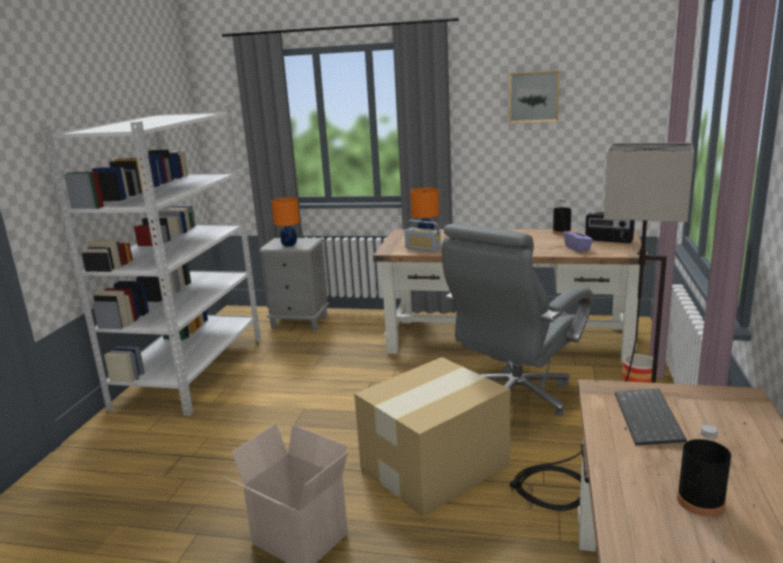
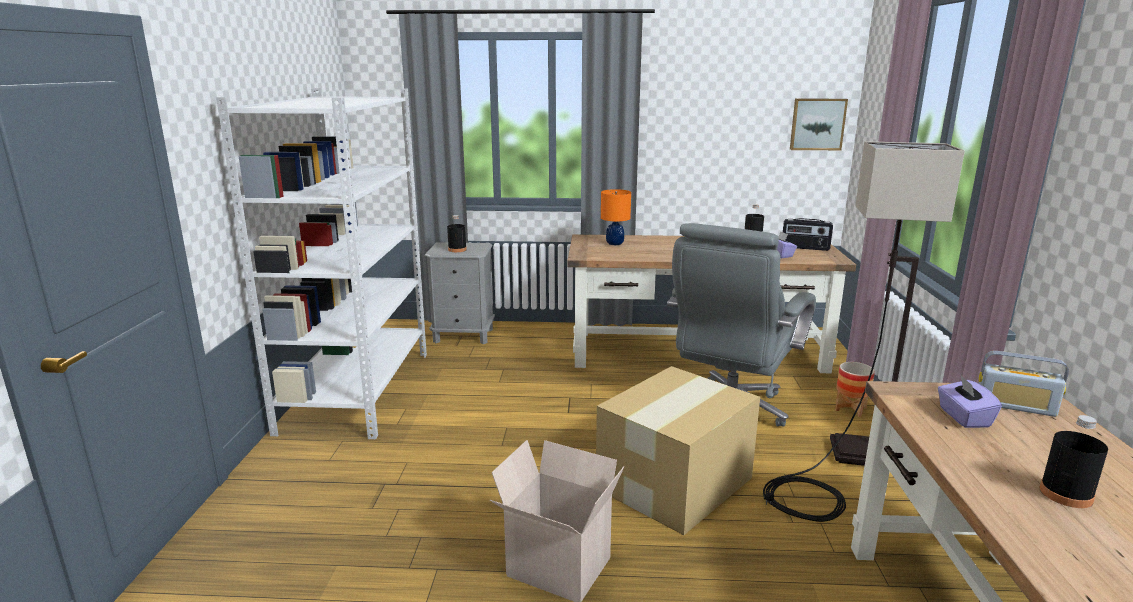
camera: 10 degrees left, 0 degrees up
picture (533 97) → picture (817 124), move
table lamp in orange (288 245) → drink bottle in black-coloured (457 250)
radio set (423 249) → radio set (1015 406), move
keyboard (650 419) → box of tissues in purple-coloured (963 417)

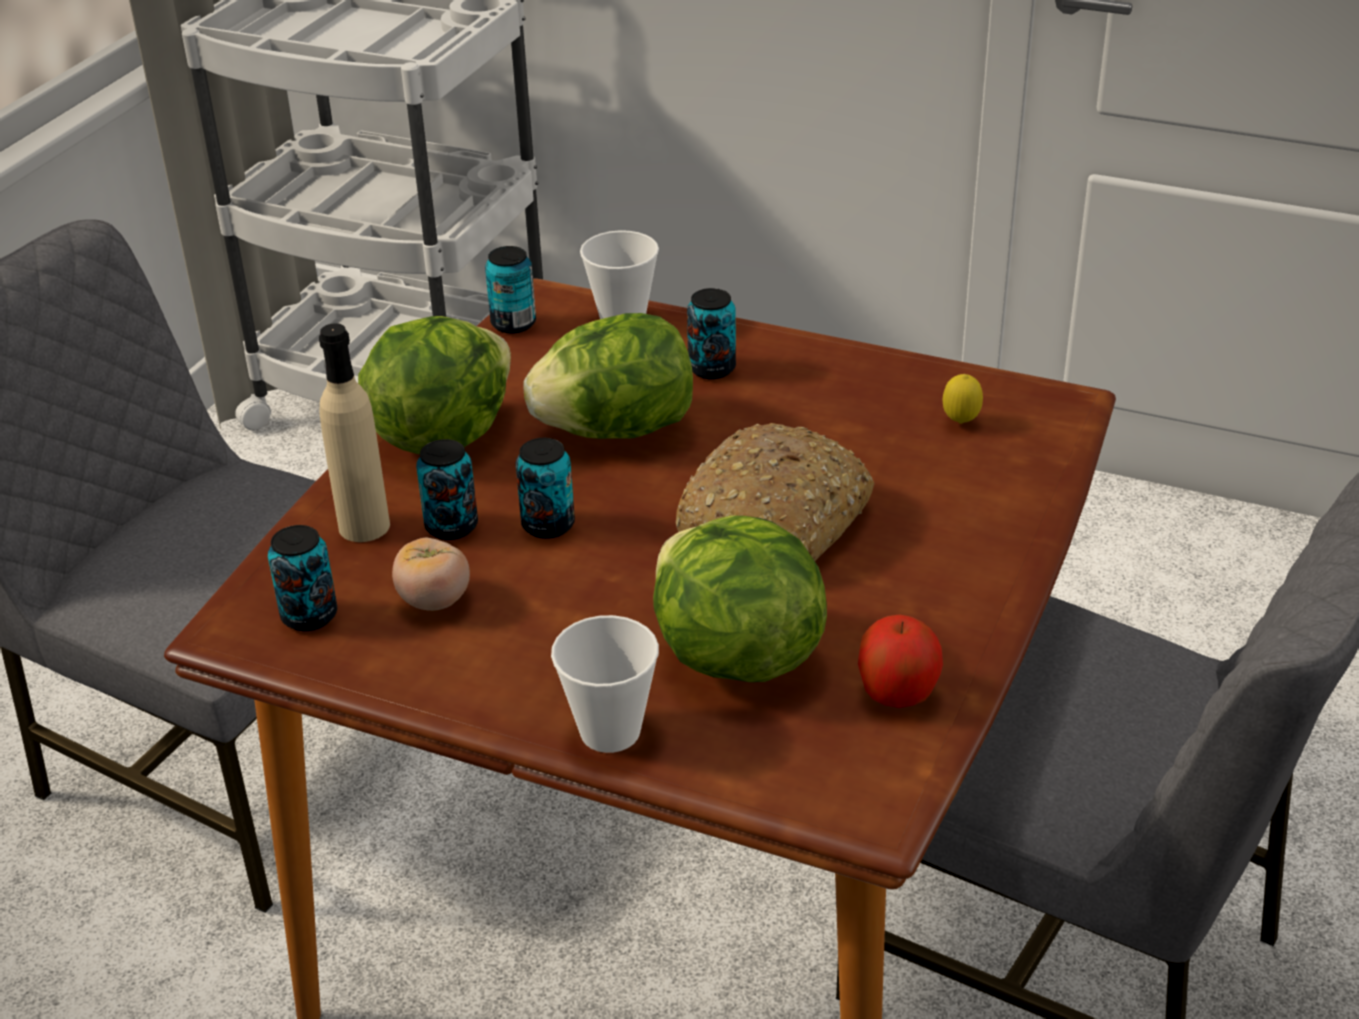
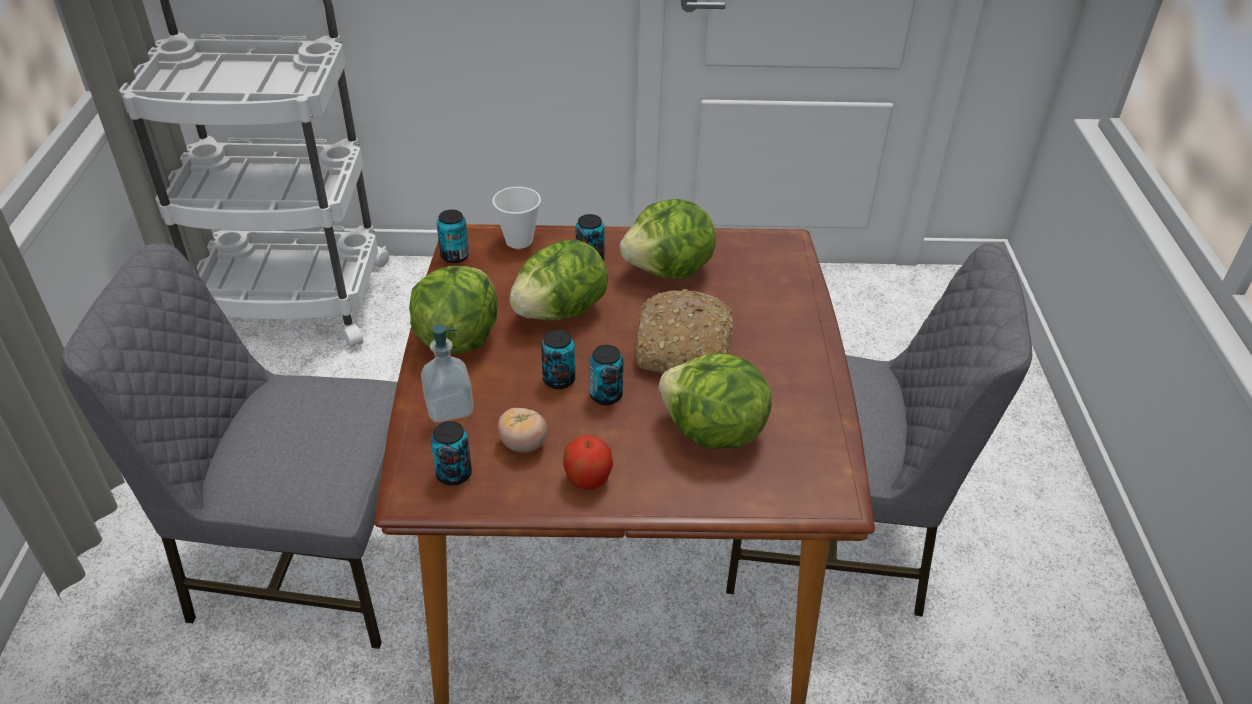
camera: 25 degrees left, 5 degrees up
drink bottle in beige-coloured (364 526) → soap bottle (449 408)
lemon (960 422) → -
sealed can (451 526) → sealed can (606 395), move
apple fruit (897 694) → apple fruit (588 479), move
drinking cup (610 731) → -
- → head of lettuce (669 271)

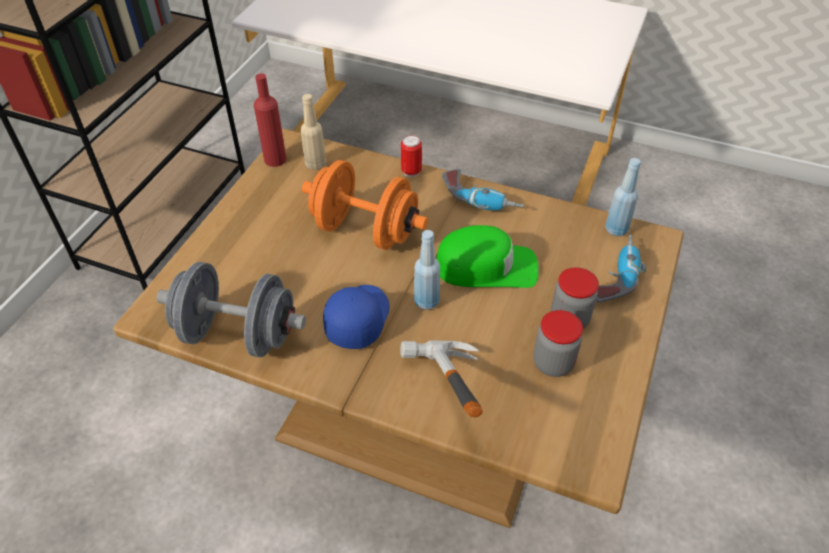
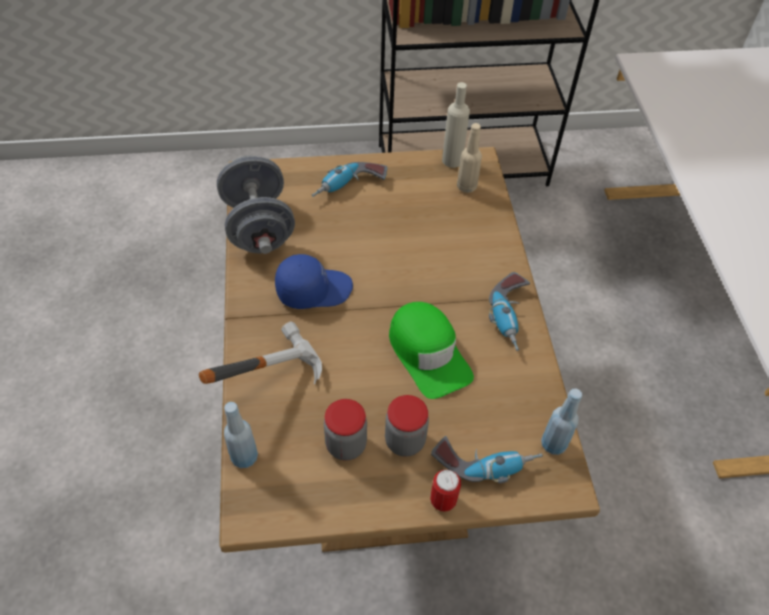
camera: 60 degrees right, 5 degrees up
drink bottle in red-coloured (275 159) → drink bottle in beige-coloured (452 160)
sealed can (411 171) → sealed can (443 500), move
dumbbell in orange (365 230) → -
drink bottle in blue-coloured (426 301) → drink bottle in blue-coloured (244 457), move
- → drill (349 188)

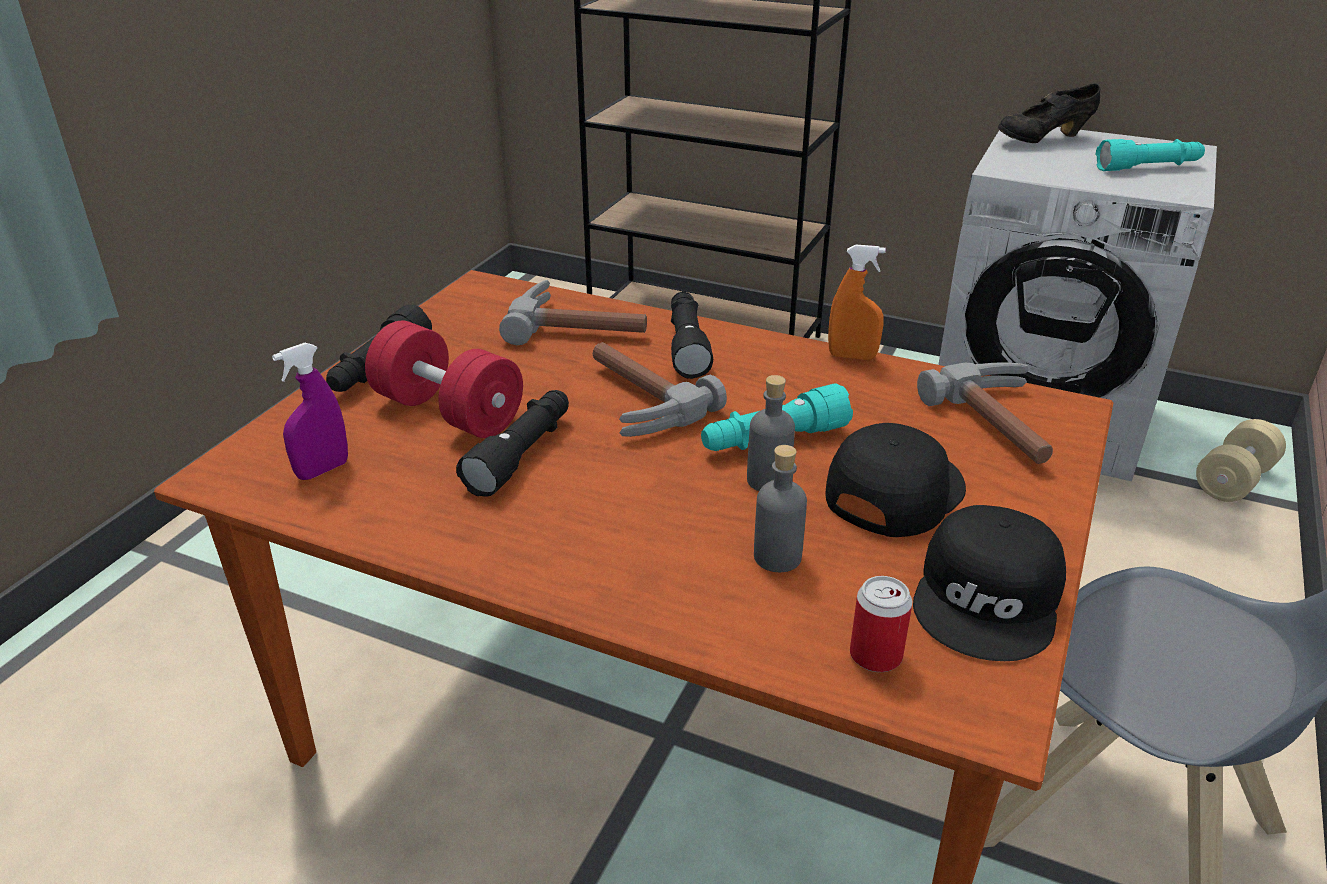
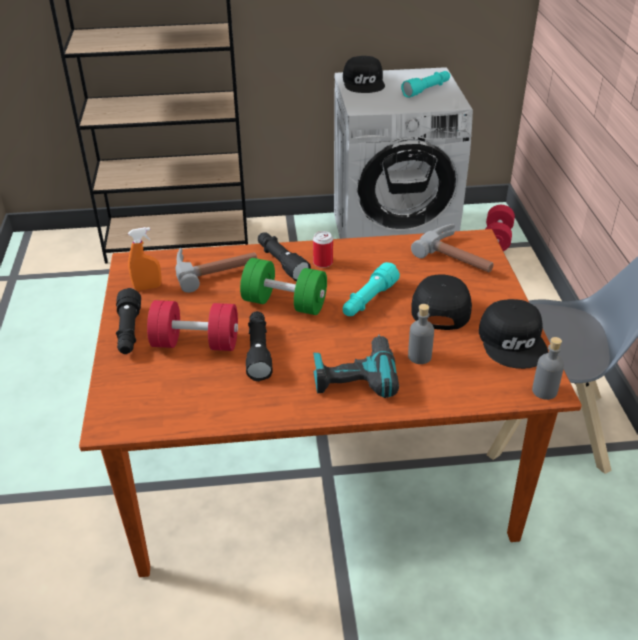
camera: 30 degrees left, 5 degrees up
low shoe in black-coloured (1043 140) → cap in black-coloured (364 82)
hand sprayer in orange (852 356) → hand sprayer in orange (147 287), move
hand sprayer in purple-coloured (322 470) → -
tool hammer (633 401) → dumbbell in green (284 303)
drink bottle in grey (768 480) → drink bottle in grey (544 391), move
dumbbell in beige-coloured (1233 480) → dumbbell in red-coloured (497 239)
sealed can (875 655) → sealed can (323 262), move
- → drill (354 375)

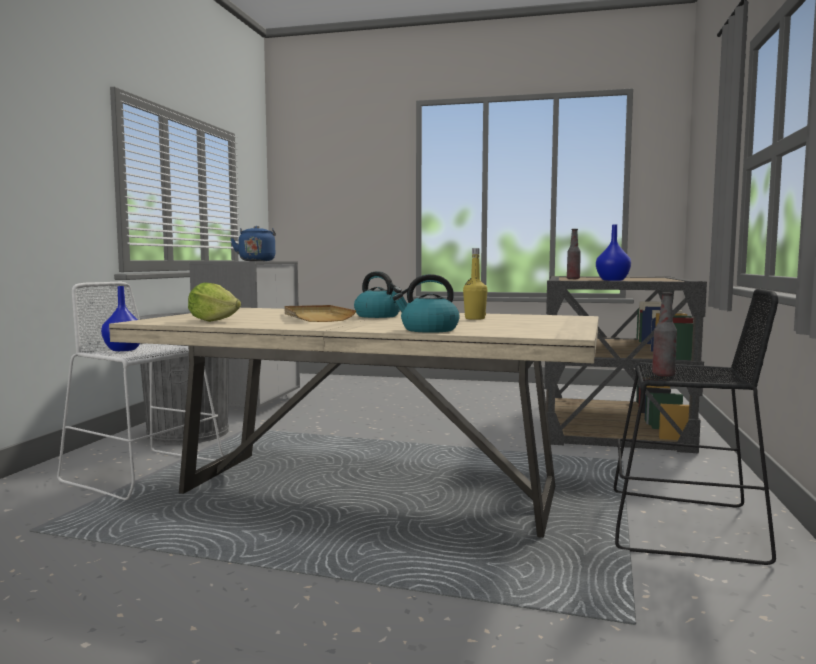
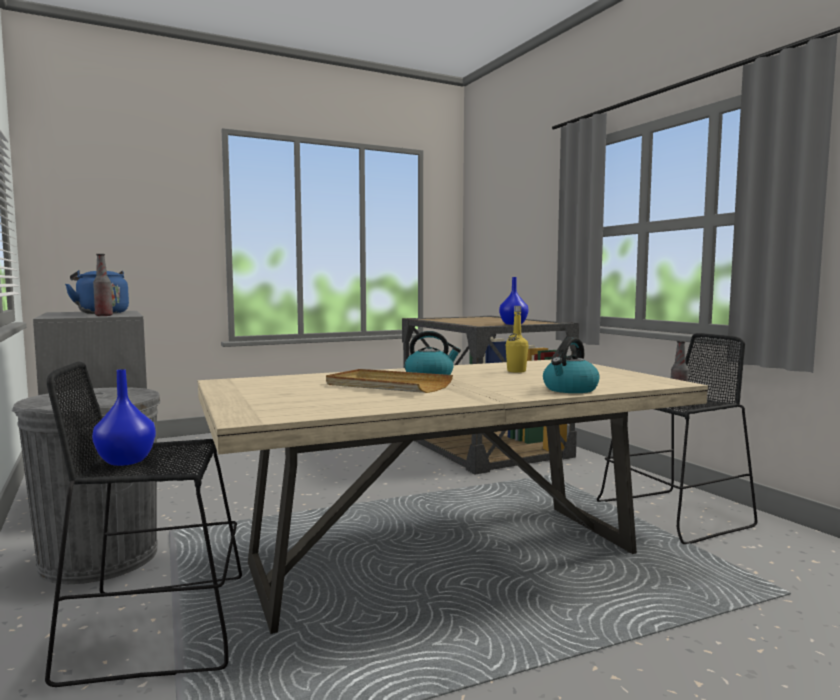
camera: 40 degrees left, 0 degrees up
drink bottle (573 279) → drink bottle (104 315), move
stool seat in white (146 473) → stool seat in black-coloured (161 626)
head of lettuce (213 320) → -

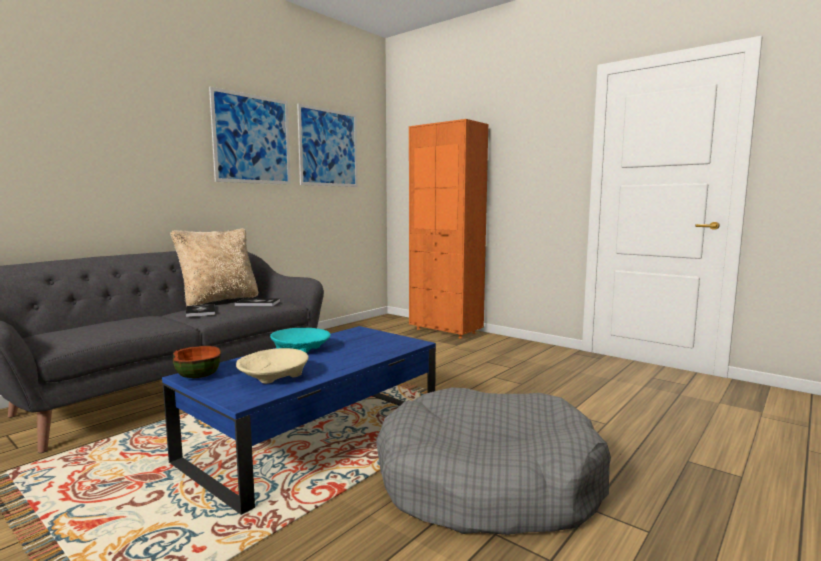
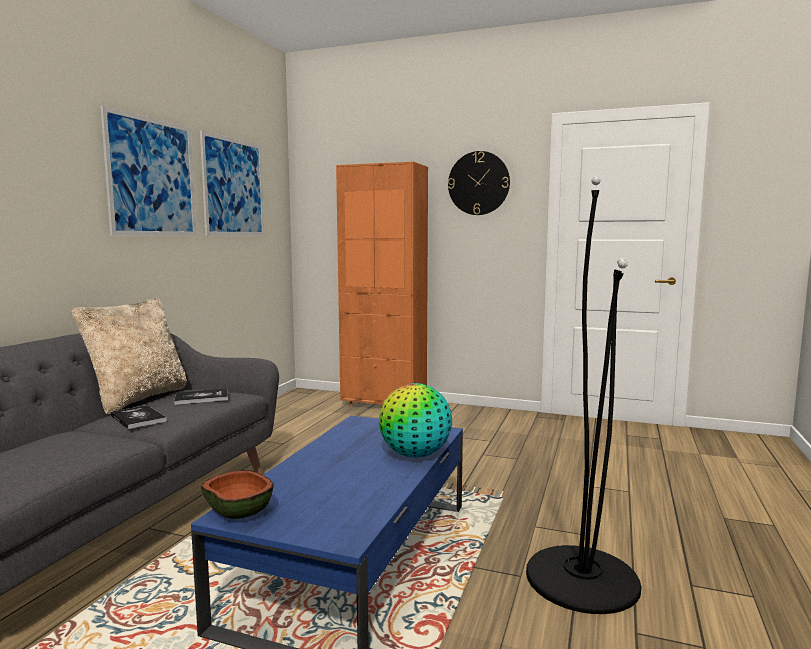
camera: 20 degrees left, 0 degrees up
deep dish in blue-green (301 349) → -
deep dish in beige-coloured (274 376) → -
dog cushion in grey (487 483) → standing lamp in black-coloured (582 578)
- → clock on the wall (478 183)
- → world globe (415 455)

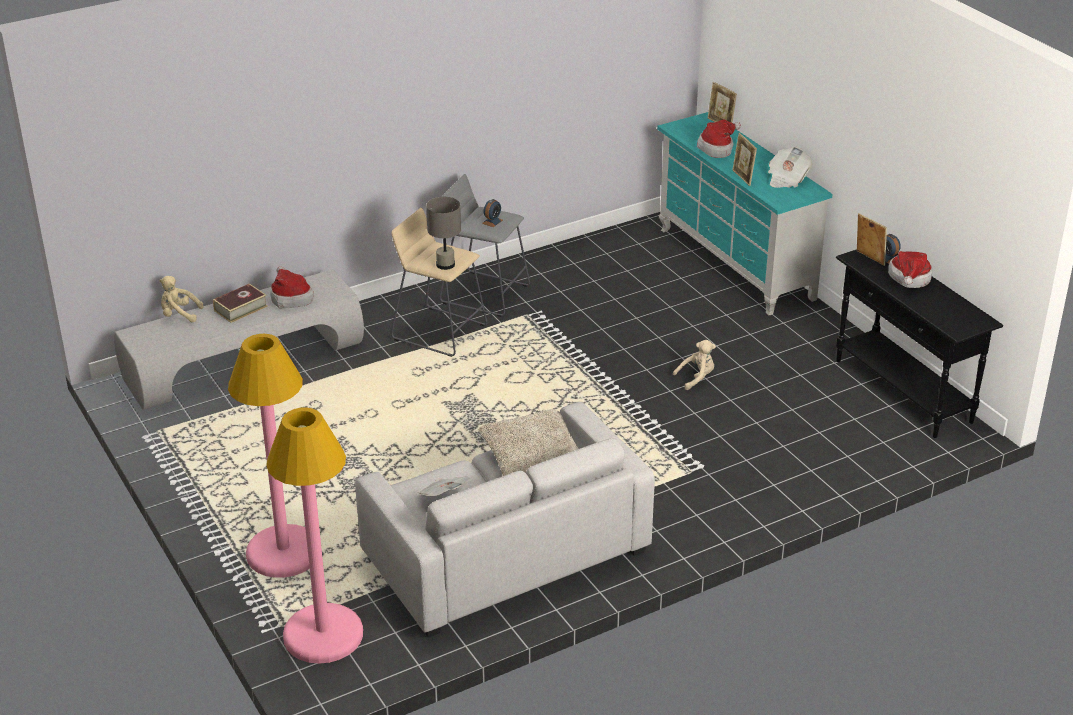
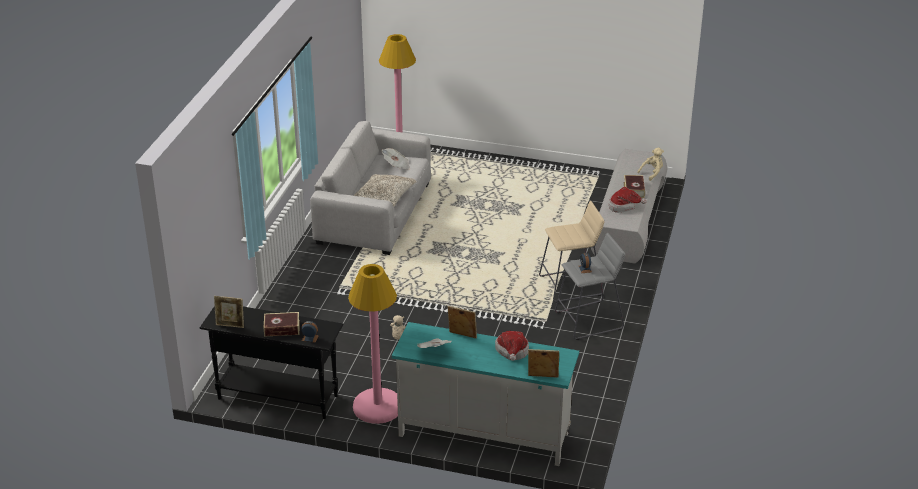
camera: 135 degrees right, 0 degrees up
table lamp in grey (445 264) → -
photo frame (869 258) → photo frame (230 325), move
wearable hat (909 279) → volume (282 328)
standing lamp in pink (283 553) → standing lamp in pink (378 406), move

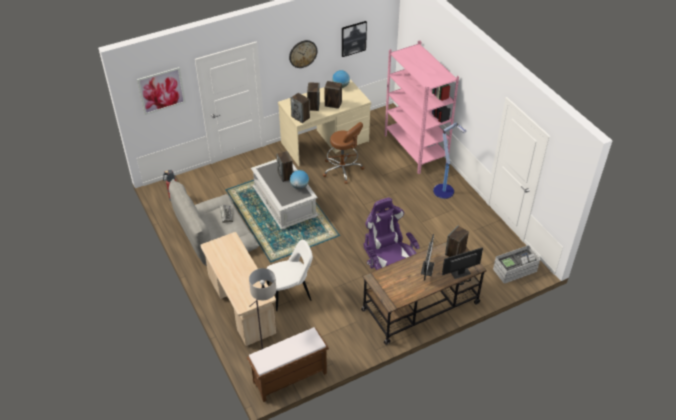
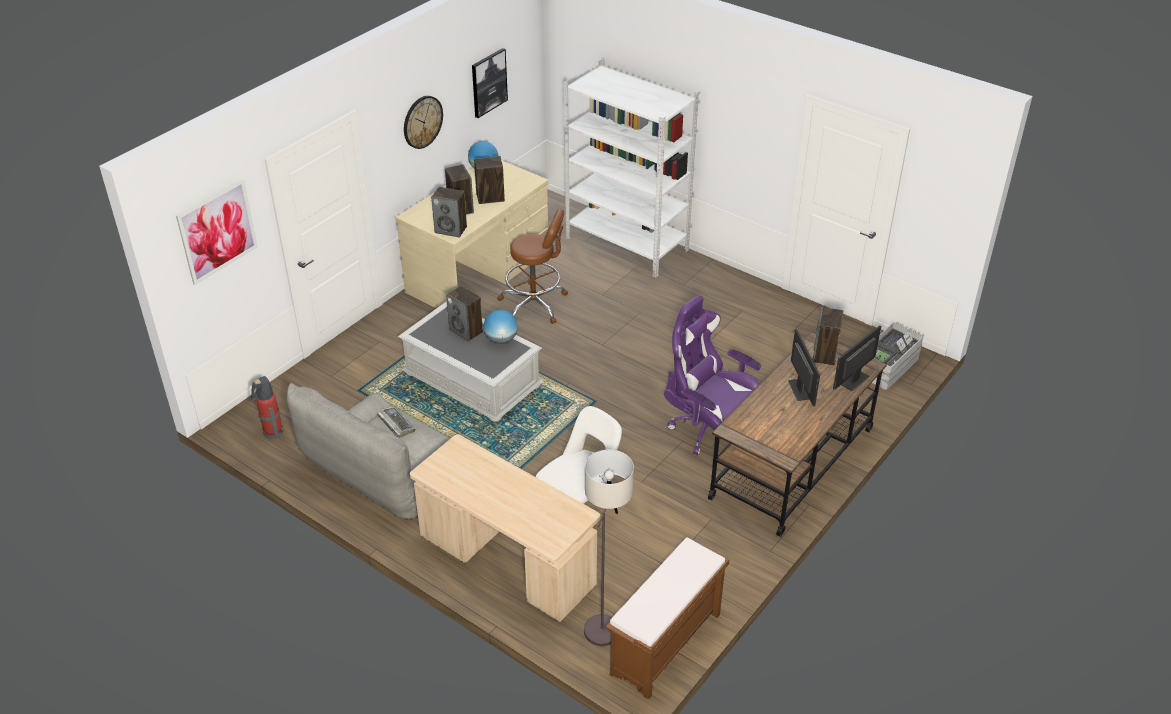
camera: 25 degrees left, 5 degrees down
shelving unit in pink (415 149) → shelving unit in white (627 244)
standing lamp (444 191) → -

